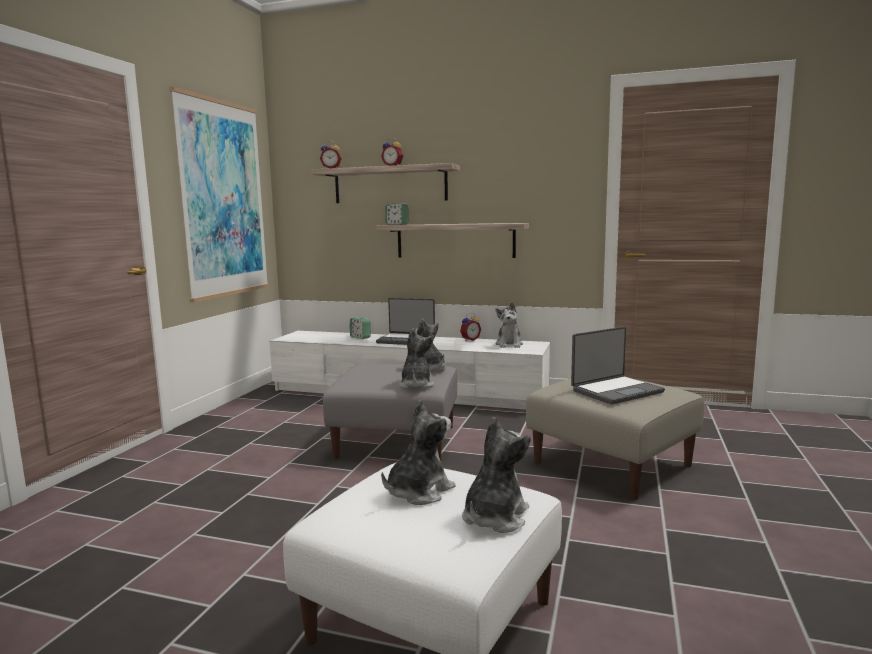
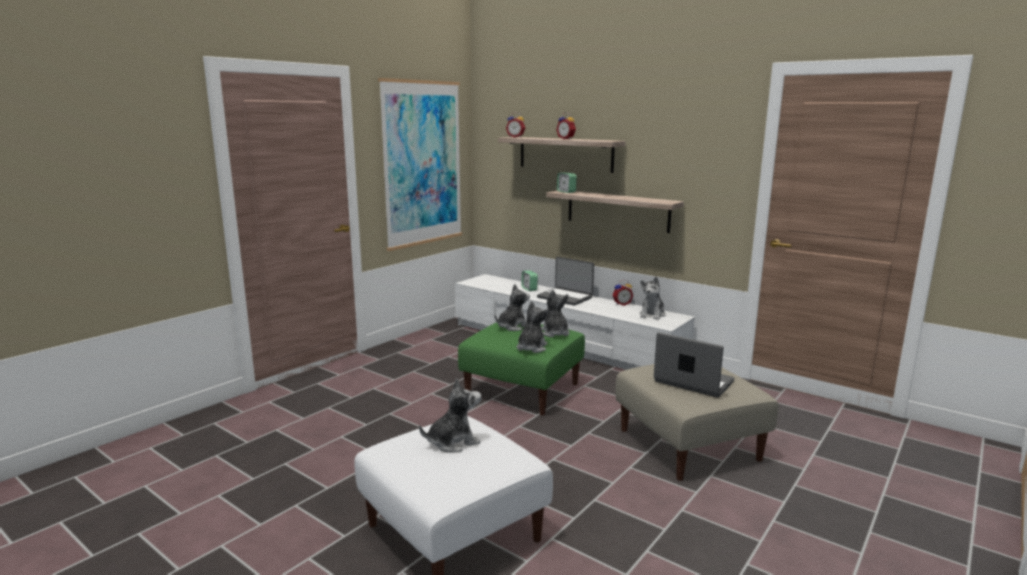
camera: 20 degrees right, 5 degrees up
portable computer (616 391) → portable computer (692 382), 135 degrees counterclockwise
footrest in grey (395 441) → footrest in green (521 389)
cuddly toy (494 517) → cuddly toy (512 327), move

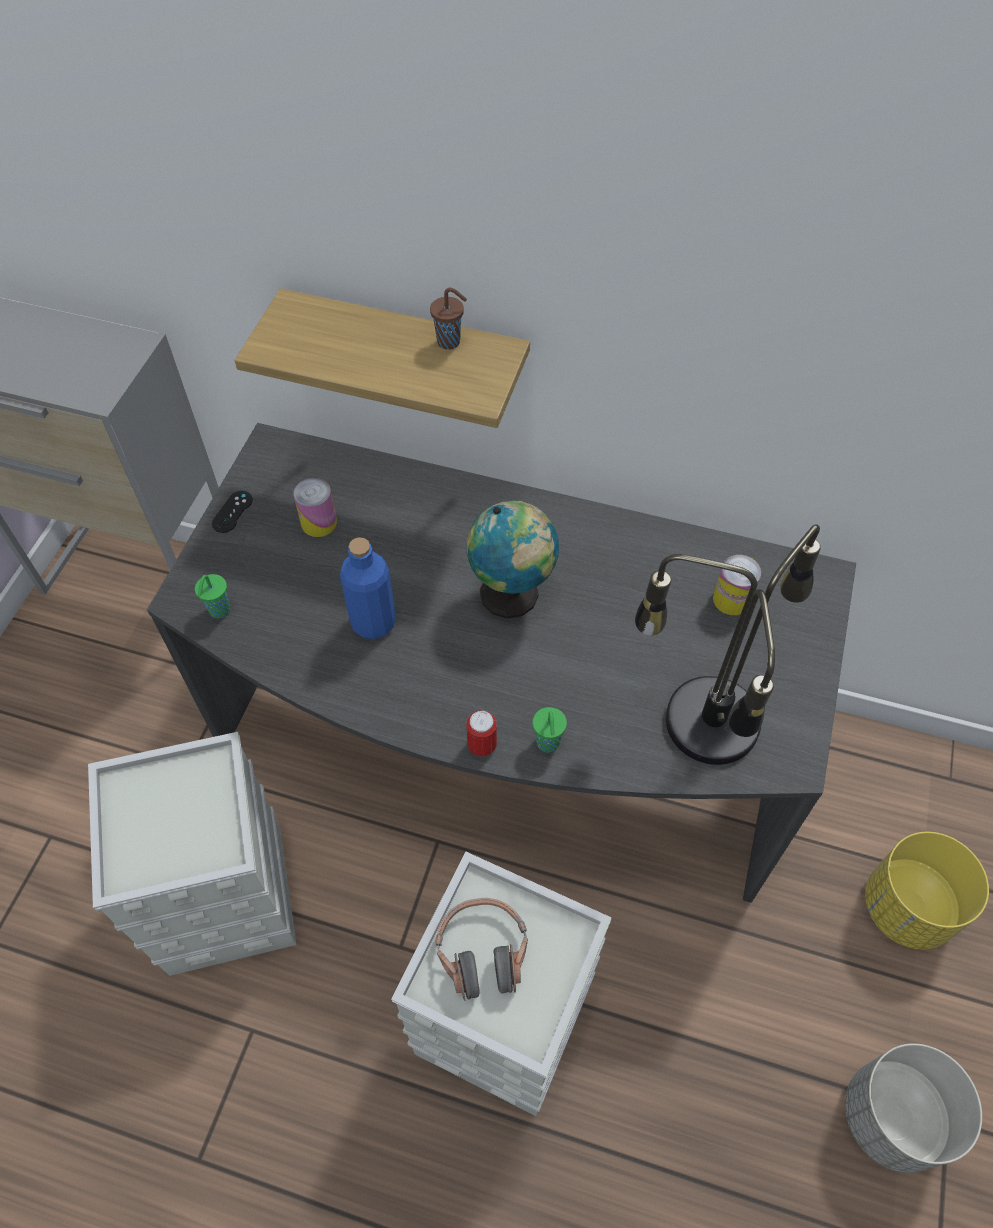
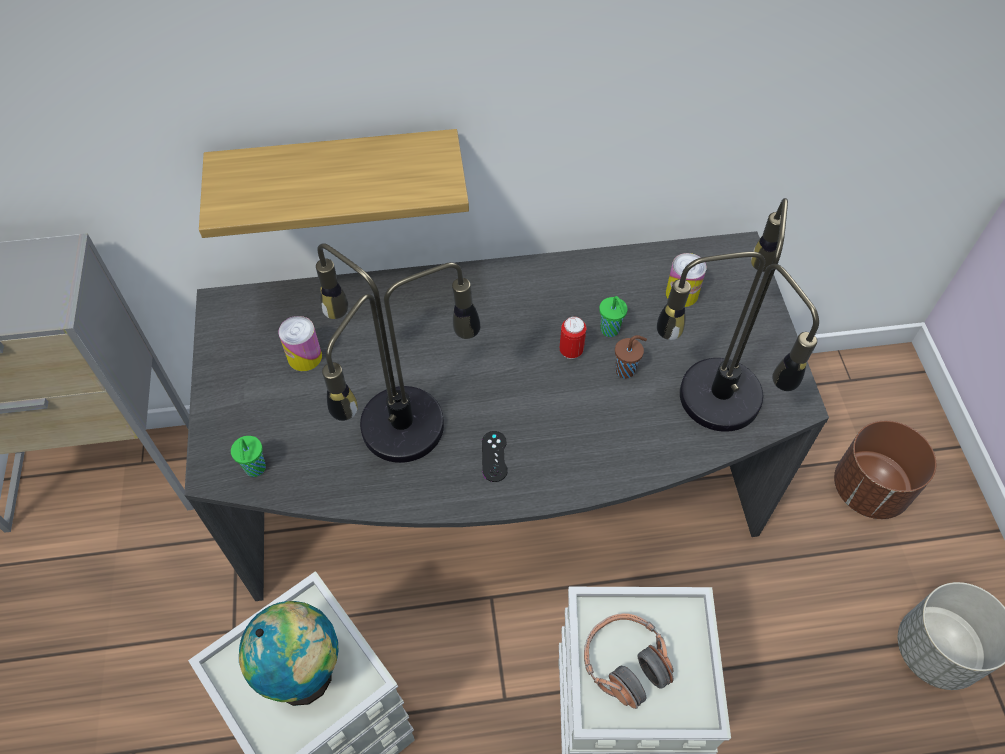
camera: 25 degrees left, 0 degrees up
drinking cup in brown-coloured (450 342) → drinking cup in brown-coloured (626 370), move
game controller in black-coloured (232 512) → game controller in black-coloured (494 456), move
world globe (513 595) → world globe (306 675), move
drink bottle in blue-coloured (373 622) → table lamp (401 424)
drinking cup in green (548 744) → drinking cup in green (610 330), move
sealed can (482 746) → sealed can (571 351), move
planter in yellow (907 908) → planter in brown-coloured (869 489)

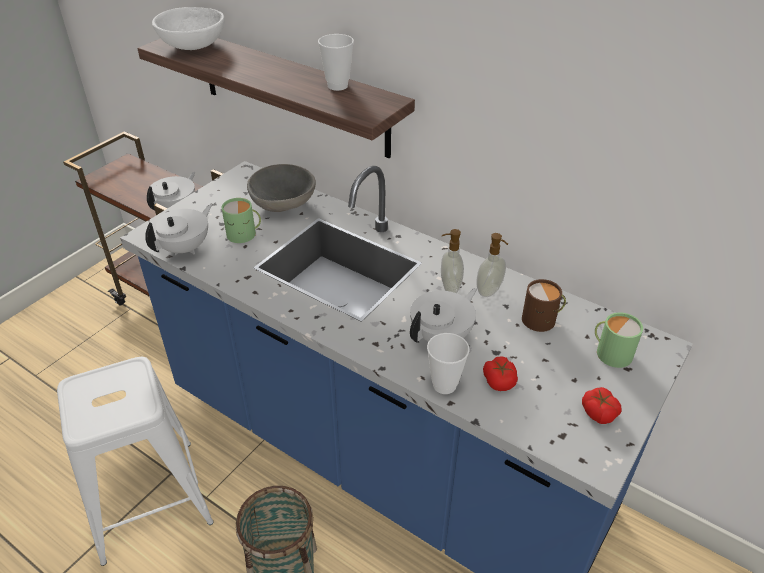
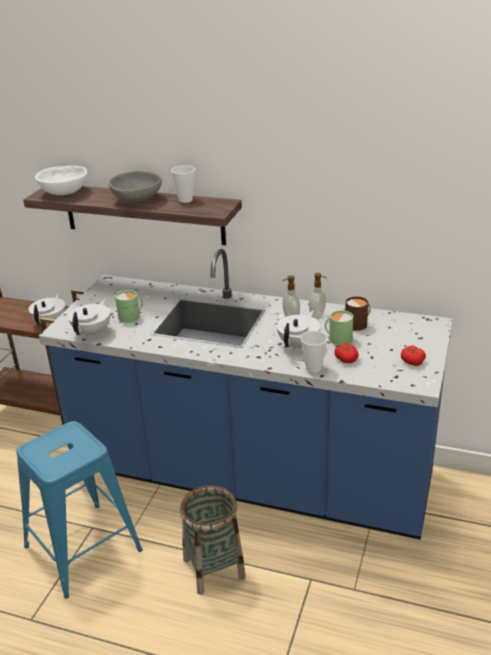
camera: 15 degrees left, 10 degrees down
deep dish in grey (282 204) → deep dish in grey (136 200), move
mug in green (610 352) → mug in green (338 338), move
stool seat in white (148 500) → stool seat in blue-coloured (82 549)

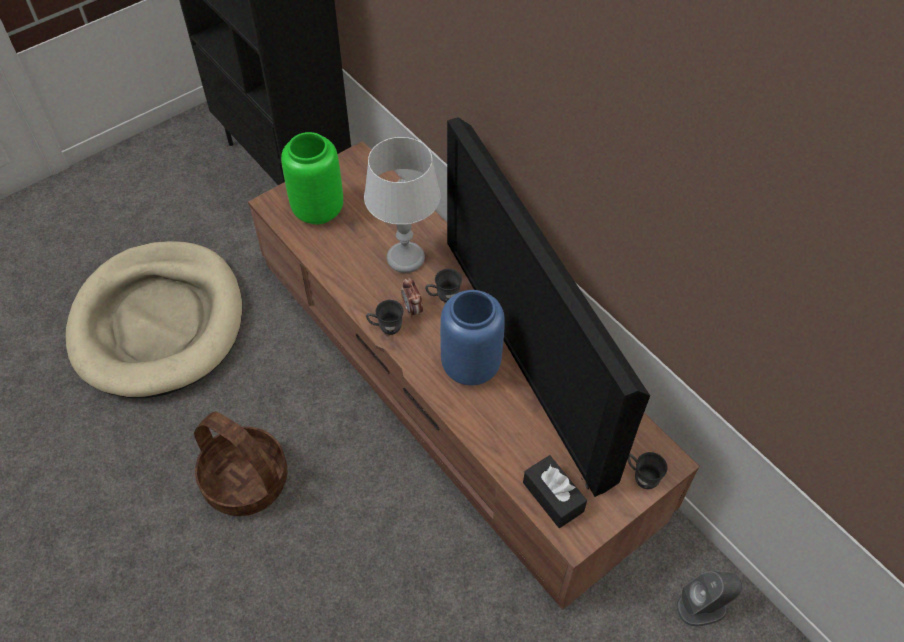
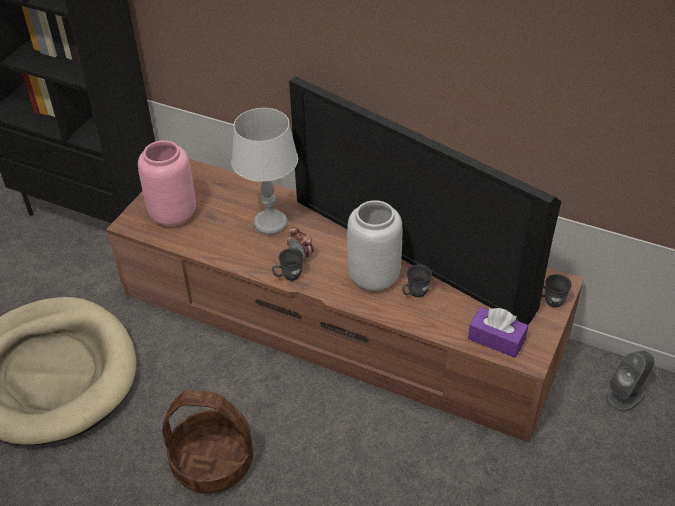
camera: 25 degrees left, 10 degrees down
vase in green (318 209) → vase in pink (172 214)
mug in grey (443 297) → mug in grey (414 293), move
vase in blue-coloured (470 367) → vase in grey (374 278)
box of tissues in black-coloured (553 497) → box of tissues in purple-coloured (496 339)

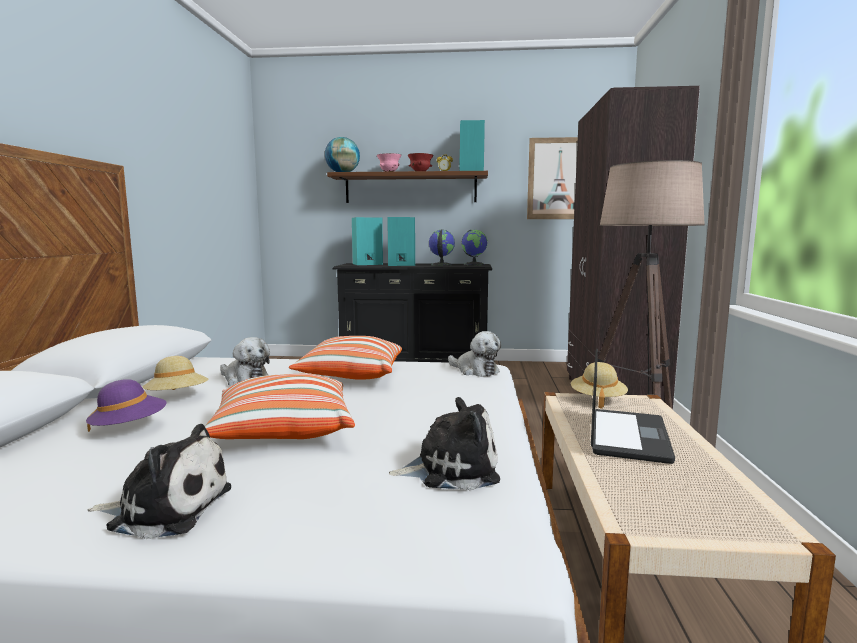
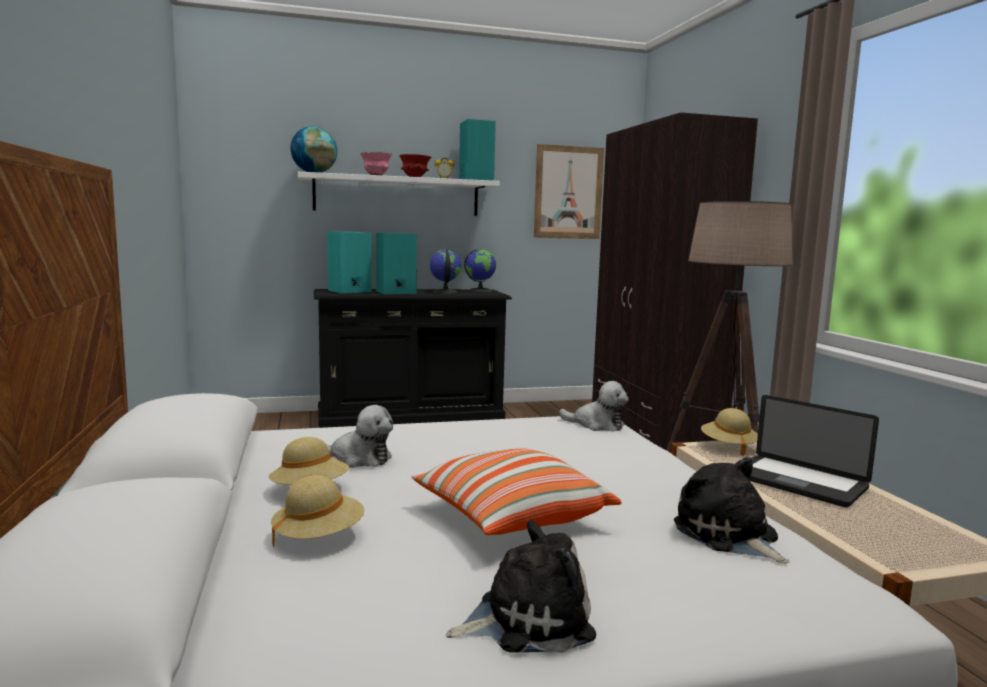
camera: 20 degrees left, 0 degrees up
bracket shelf in brown-coloured (410 188) → bracket shelf in white (397 196)
throw pillow (350 375) → -
portable computer (628 436) → portable computer (798 482), 135 degrees clockwise
wearable hat in purple-coloured (129 428) → wearable hat in beige-coloured (318 537)
cuddly toy (450 469) → cuddly toy (728 535), 90 degrees counterclockwise

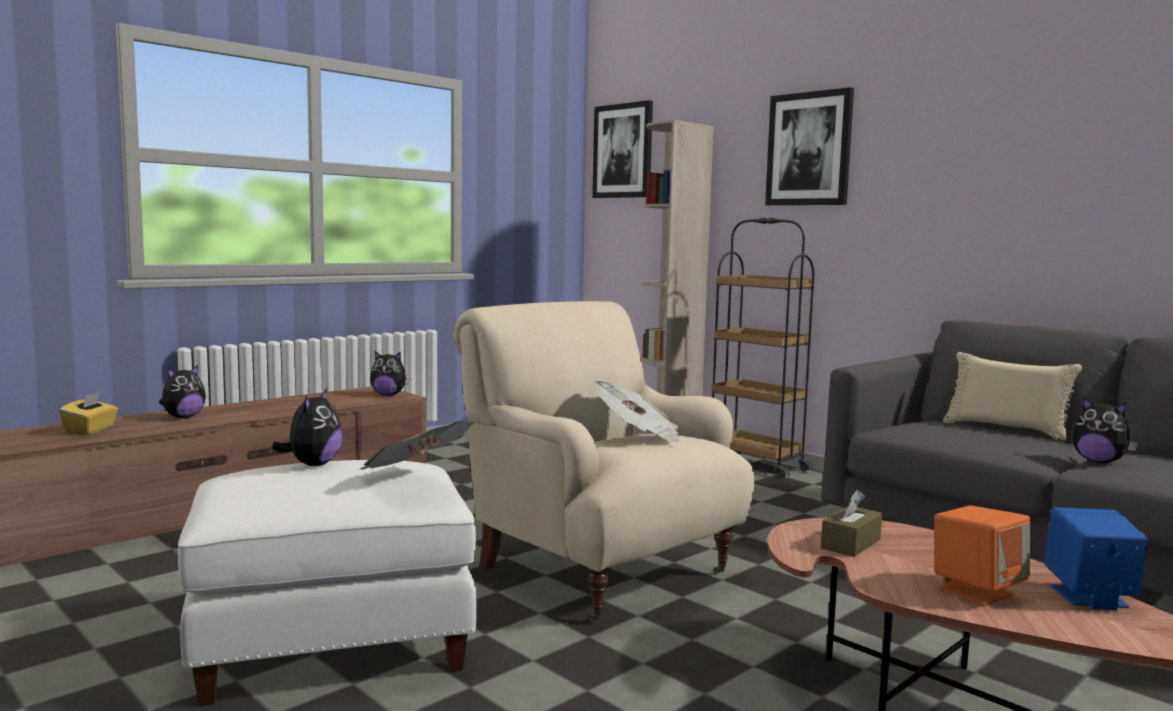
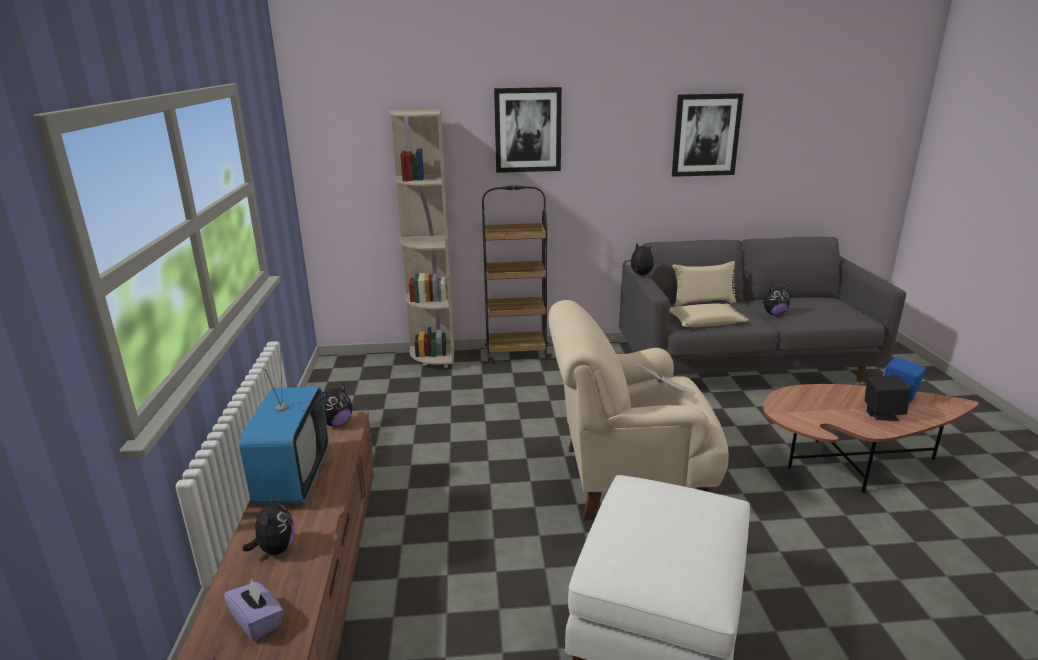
camera: 50 degrees left, 15 degrees up
picture (623 151) → picture (705 135), move
cuddly toy (313 465) → cuddly toy (640 274), move
box of tissues in yellow (90 430) → box of tissues in purple-coloured (257 621)
printed paper (417 475) → -
box of tissues in brown-coloured (850 544) → -
loudspeaker in orange (977 591) → loudspeaker in black-coloured (882 414)
- → throw pillow in beige-coloured (706 320)
- → television (293 477)

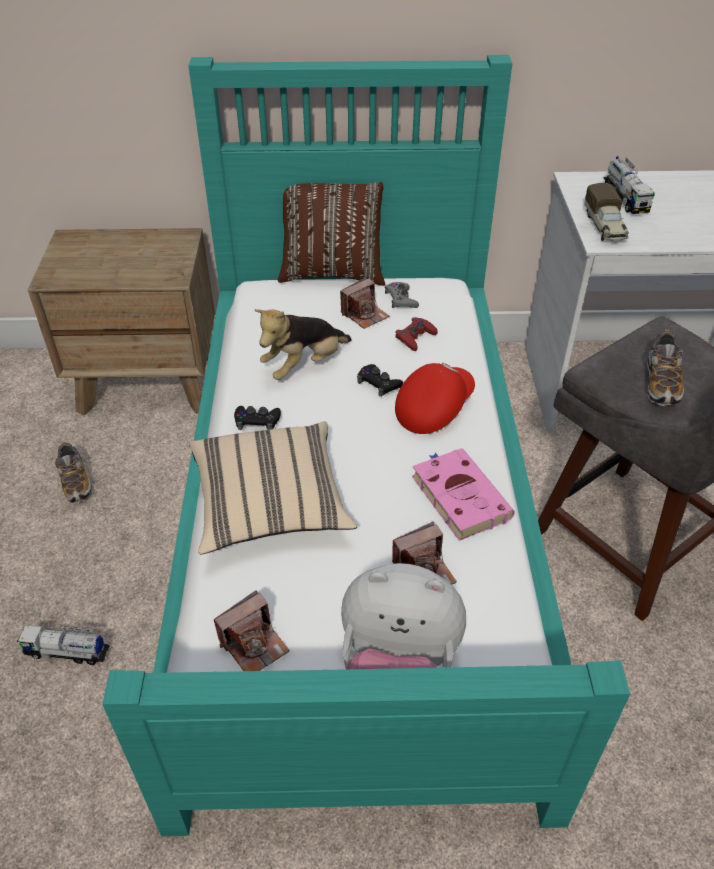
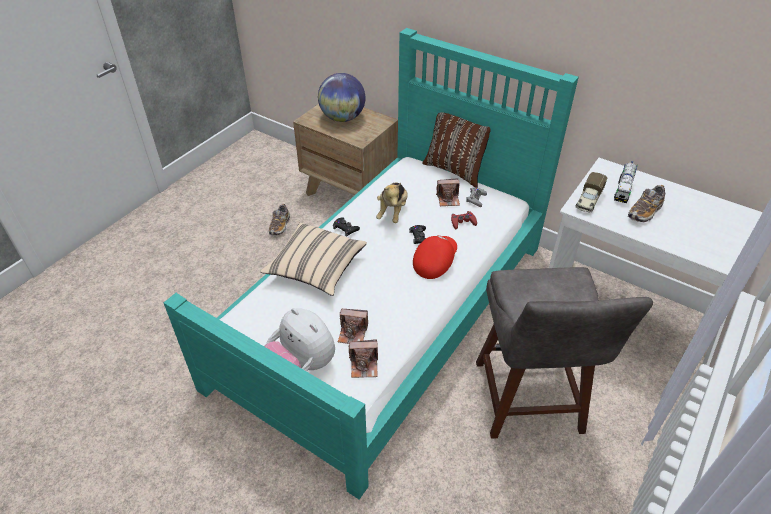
camera: 35 degrees right, 0 degrees up
cuddly toy (304 365) → cuddly toy (392 212), 75 degrees counterclockwise
low shoe (661 383) → low shoe (645 212), move
cap in red-coloured (433 409) → cap in red-coloured (434 262), 45 degrees counterclockwise
volume in pink (458 495) → -
photo camera (254 645) → photo camera (364 365), move
toy lorry (67 652) → -
- → world globe (342 118)

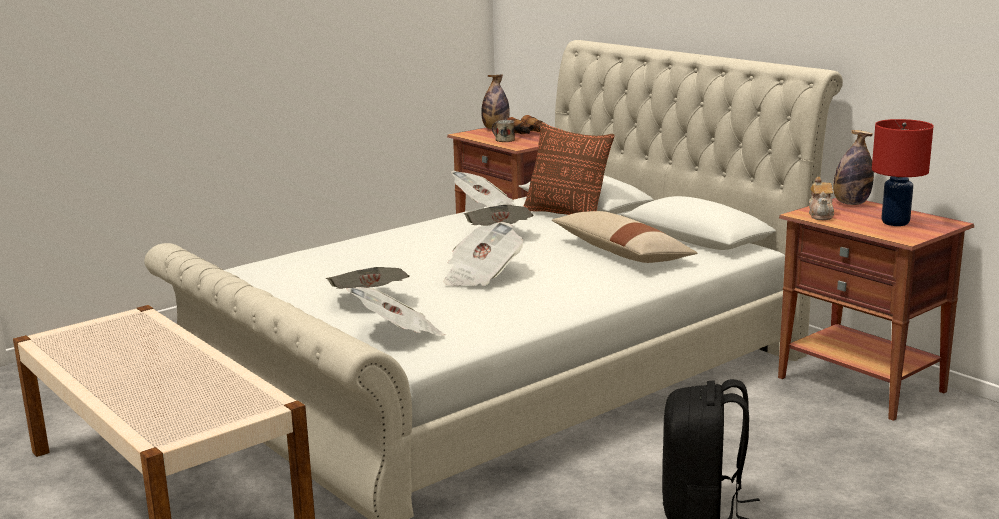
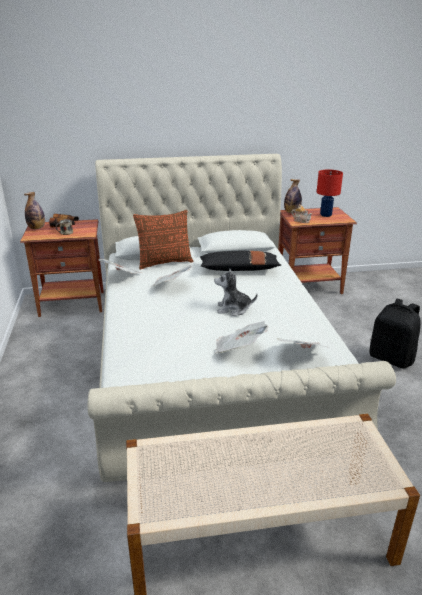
camera: 60 degrees left, 10 degrees up
throw pillow in beige-coloured (621 253) → throw pillow in black-coloured (239 269)
printed paper (481 276) → cuddly toy (233 309)

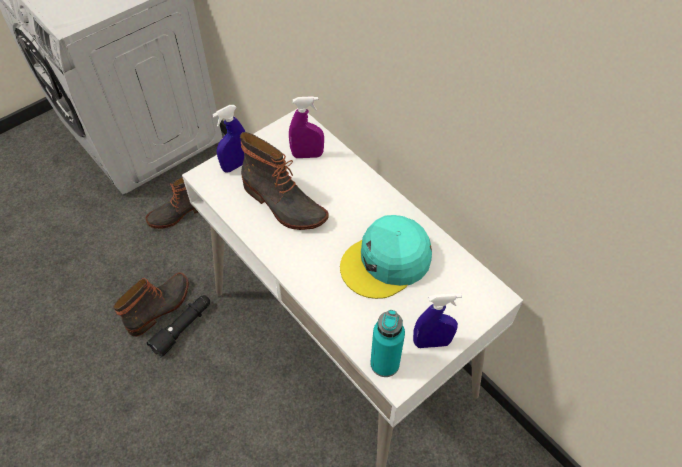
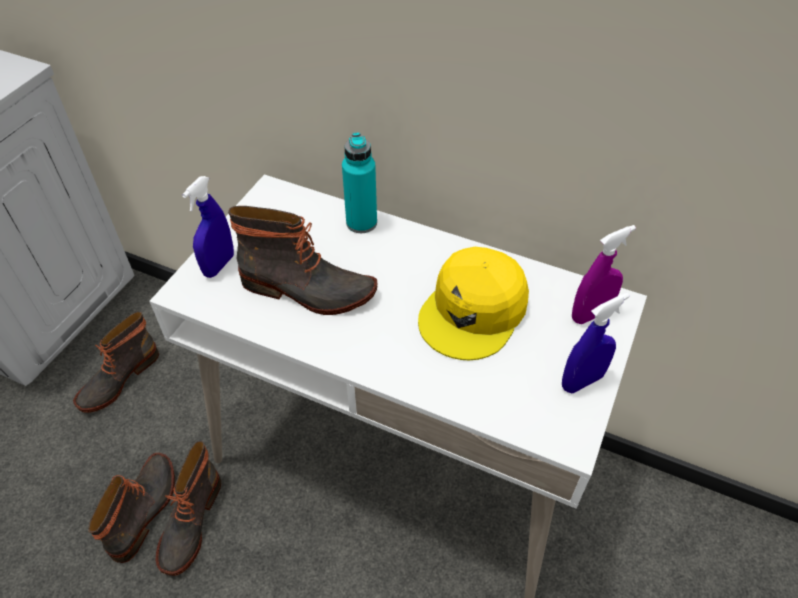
camera: 25 degrees left, 5 degrees down
hand sprayer in purple-coloured (307 155) → hand sprayer in purple-coloured (590 314), move
cap in blue-green (386 262) → cap in yellow (474 311)
hand torch in black-coloured (183 328) → high-top boot (190 522)
drink bottle in blue-green (384 363) → drink bottle in blue-green (361 223), move

